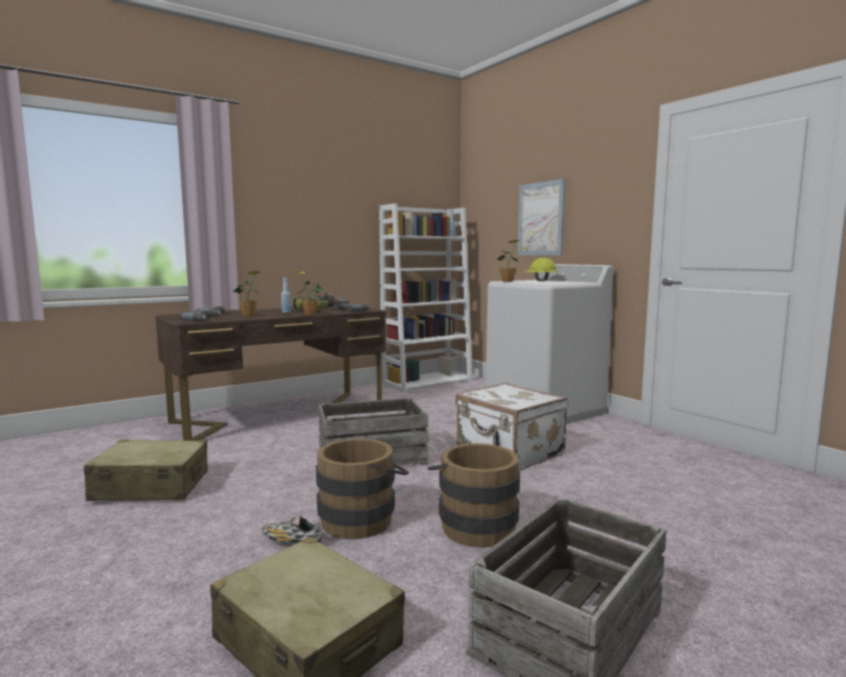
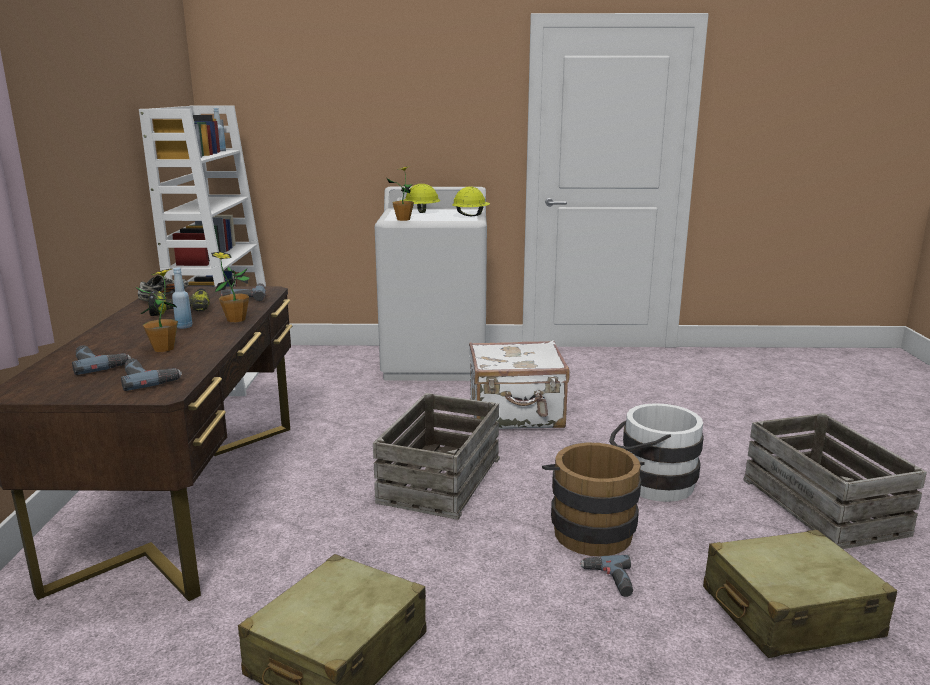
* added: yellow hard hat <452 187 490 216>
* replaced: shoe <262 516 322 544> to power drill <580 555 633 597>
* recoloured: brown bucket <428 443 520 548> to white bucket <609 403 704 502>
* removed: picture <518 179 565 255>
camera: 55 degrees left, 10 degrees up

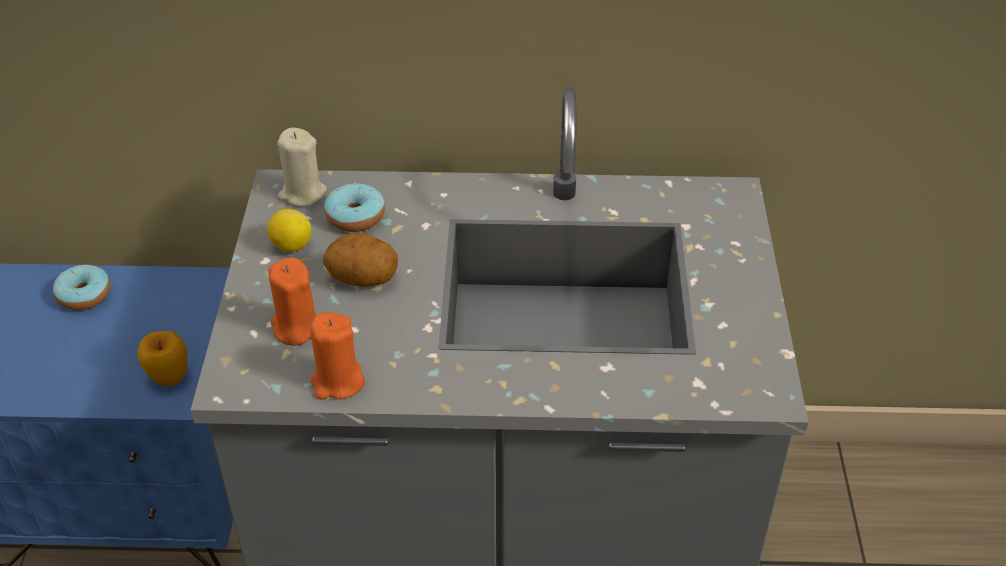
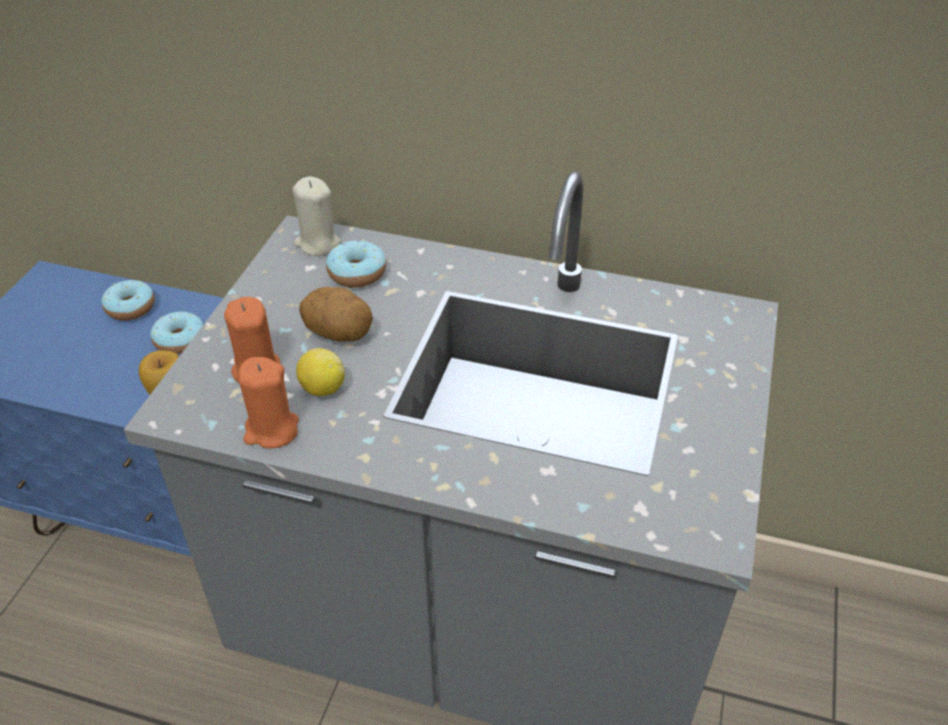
* added: donut <150 312 204 354>
* moved: lemon <267 209 312 252> to <296 348 345 396>
camera: 15 degrees right, 0 degrees up

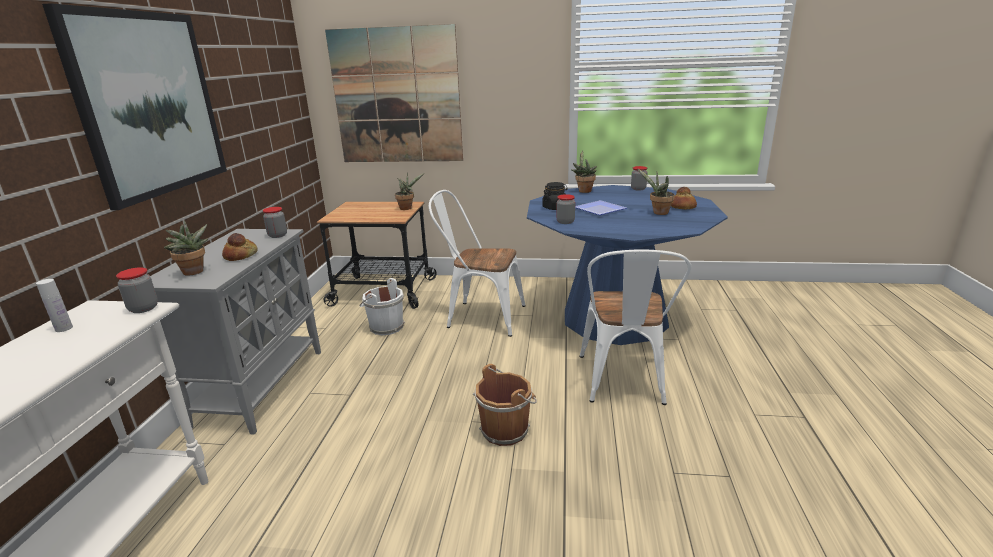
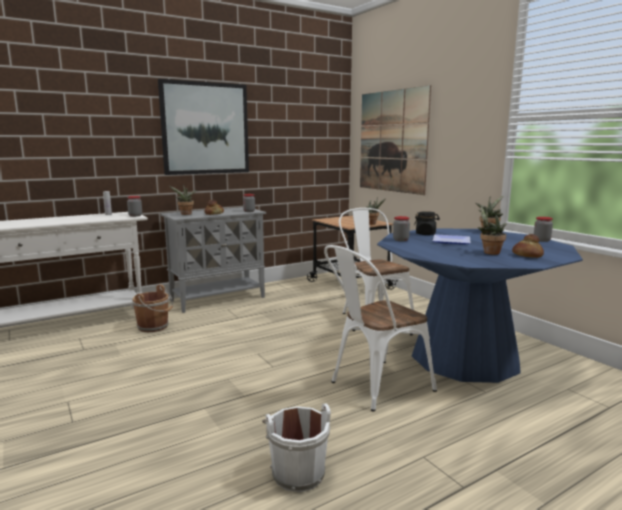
* moved: brown bucket <473 364 537 446> to <132 284 173 332>
* moved: white bucket <359 278 405 335> to <262 403 331 492>
camera: 50 degrees right, 10 degrees down

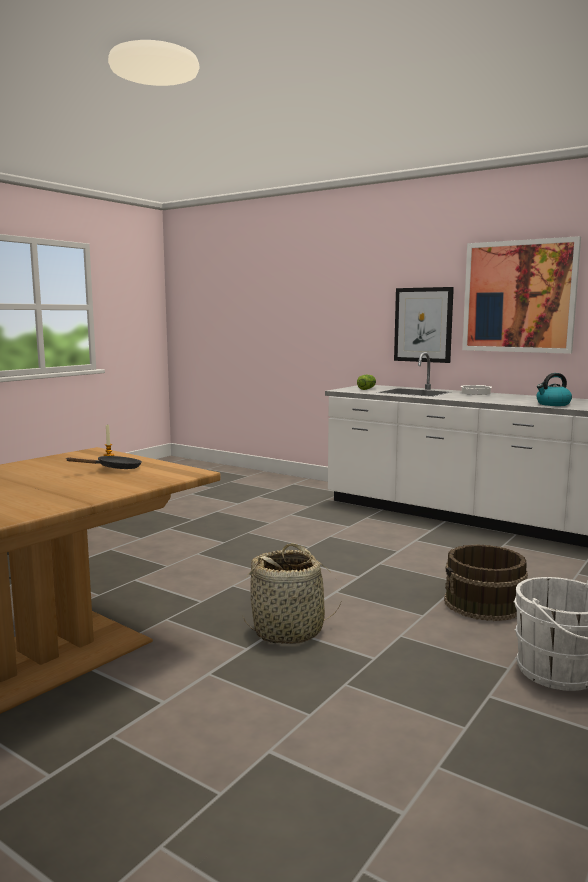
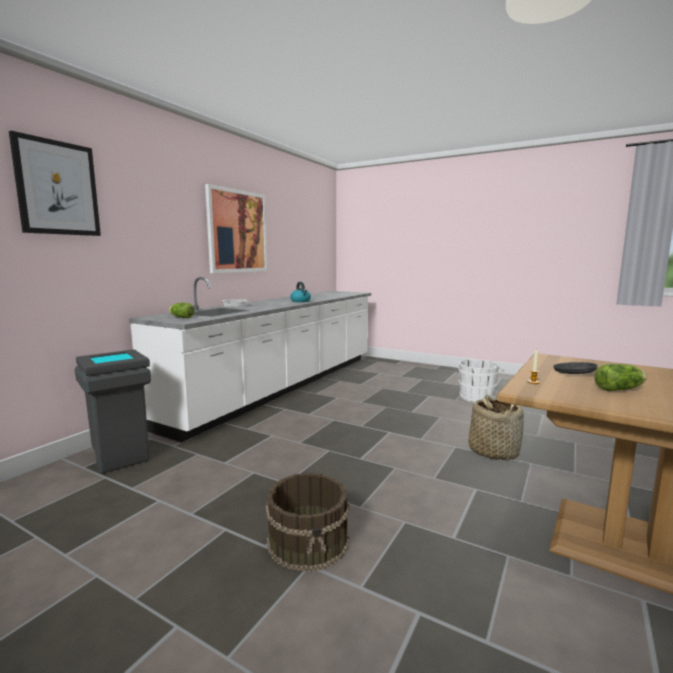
* moved: picture <394 287 454 363> to <9 131 101 236>
* added: grey trash can <75 349 151 474>
* moved: brown bucket <444 544 528 621> to <266 473 349 572>
* added: lettuce <594 364 647 391>
camera: 95 degrees left, 0 degrees up

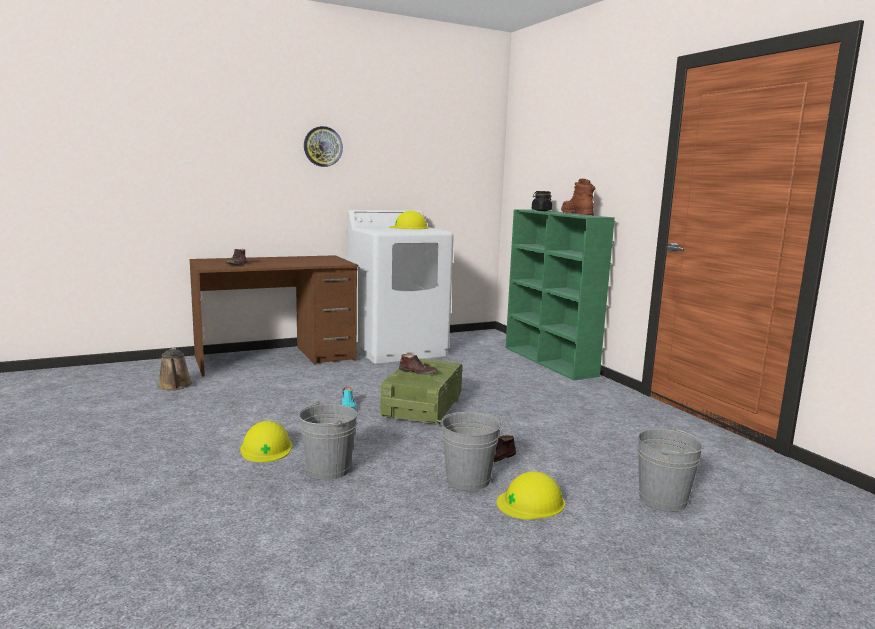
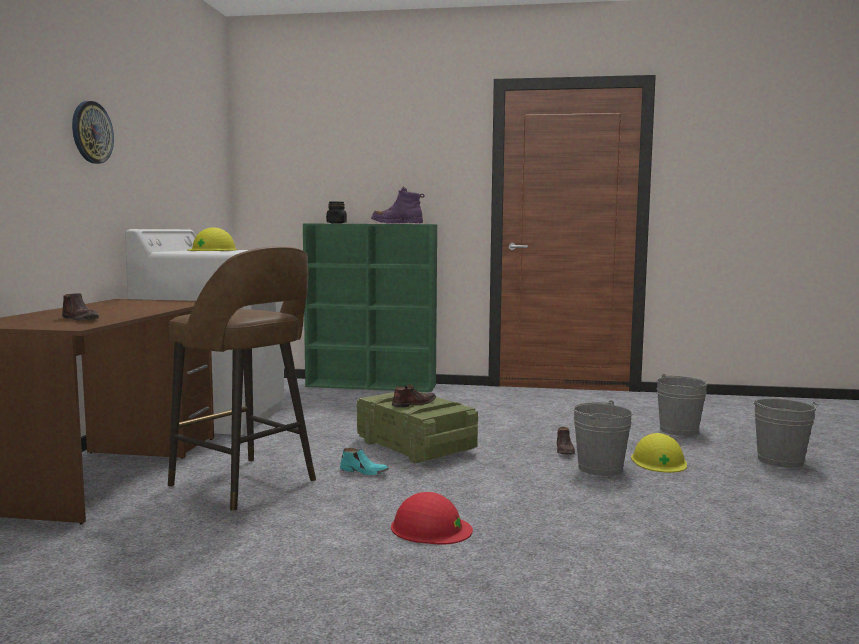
* added: brown stool <168 246 316 511>
* recoloured: brown boot <561 179 595 215> to purple boot <371 187 425 224>
* recoloured: yellow hard hat <240 421 292 462> to red hard hat <391 492 473 545>
* moved: grey bucket <299 401 357 480> to <753 398 819 468>
* removed: brown watering can <158 348 192 390>
camera: 55 degrees left, 5 degrees down

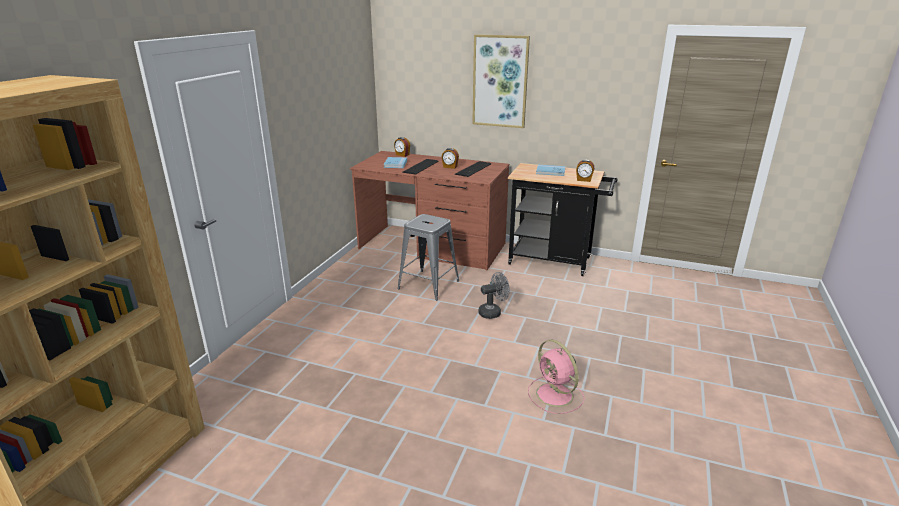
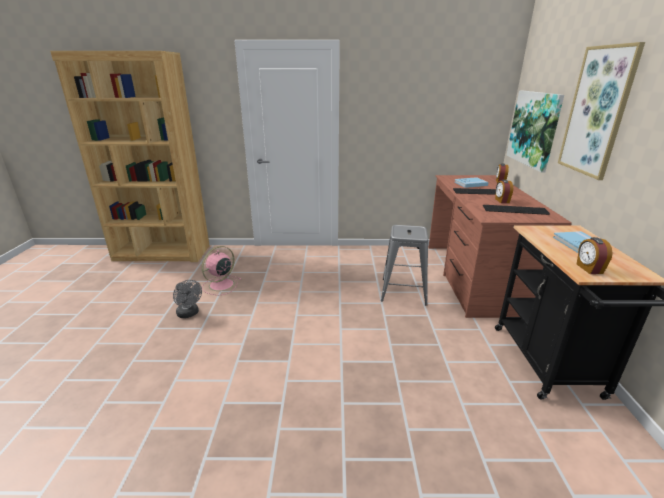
* moved: grey fan <478 272 510 319> to <173 280 202 318>
* moved: pink fan <528 339 585 414> to <202 246 241 295>
* added: picture <507 91 564 173>
camera: 70 degrees right, 0 degrees up

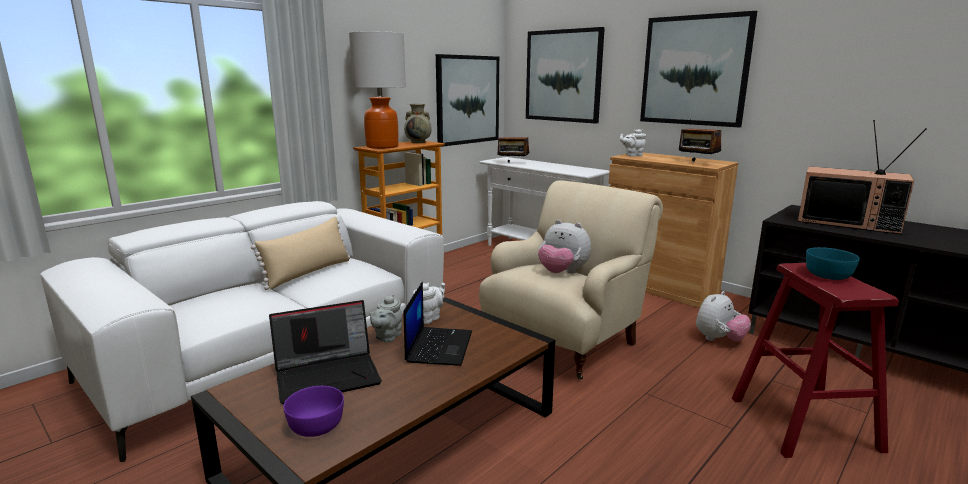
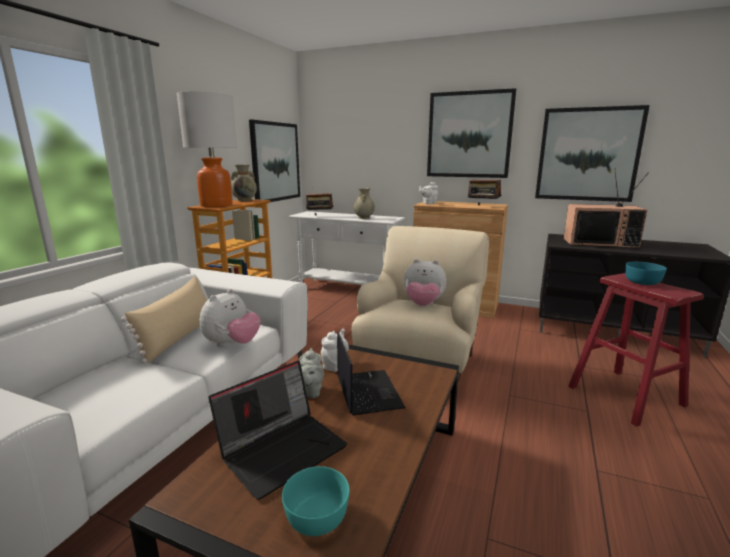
* moved: plush toy <696 291 751 342> to <199 289 261 347>
* recoloured: purple bowl <283 386 344 437> to turquoise bowl <282 466 350 536>
* added: beige vase <354 188 375 219>
* moved: picture <526 27 605 124> to <535 105 650 202>
camera: 20 degrees left, 0 degrees up

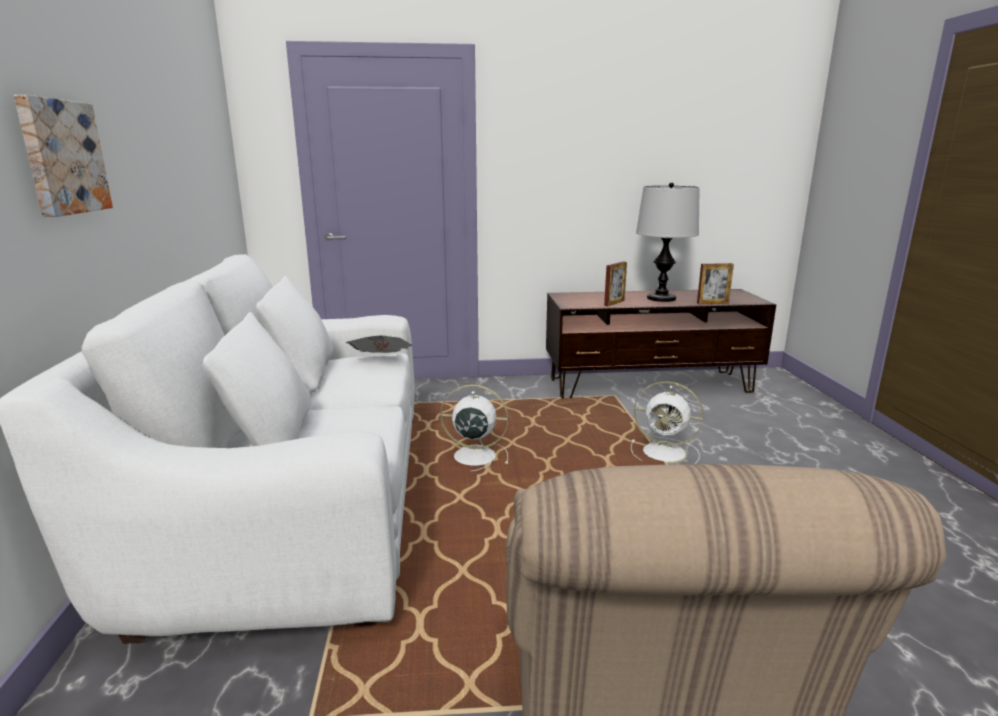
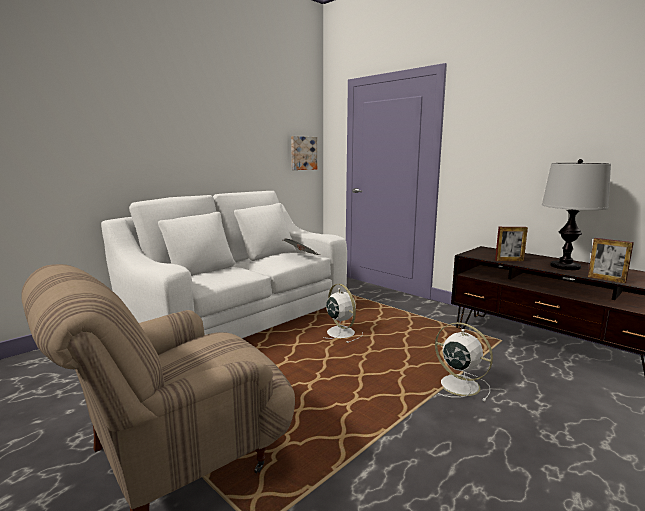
* moved: picture <14 95 113 217> to <291 136 317 170>
* turned: white fan <631 381 704 464> = <435 322 493 401> 150 degrees clockwise
camera: 50 degrees right, 5 degrees down

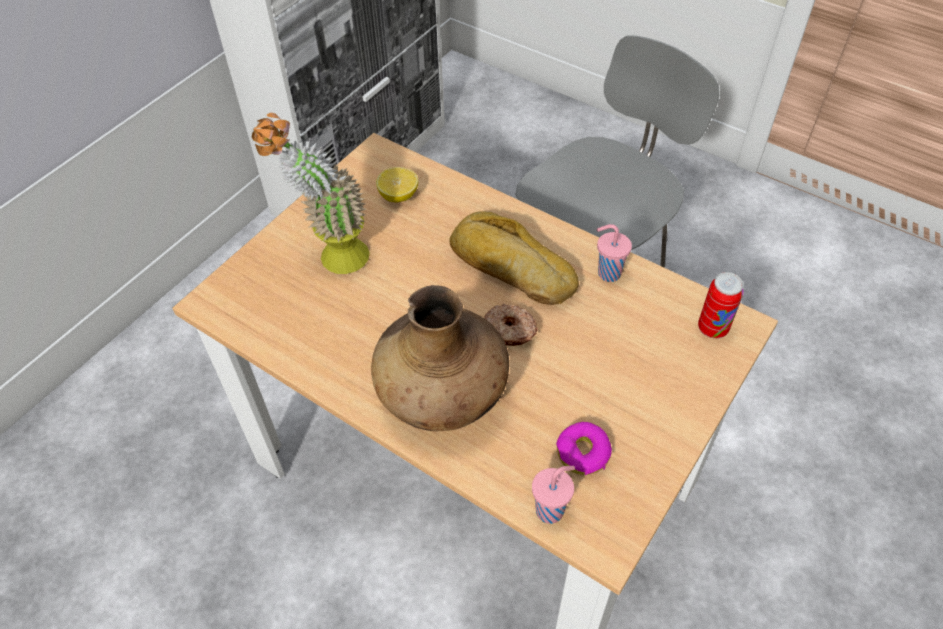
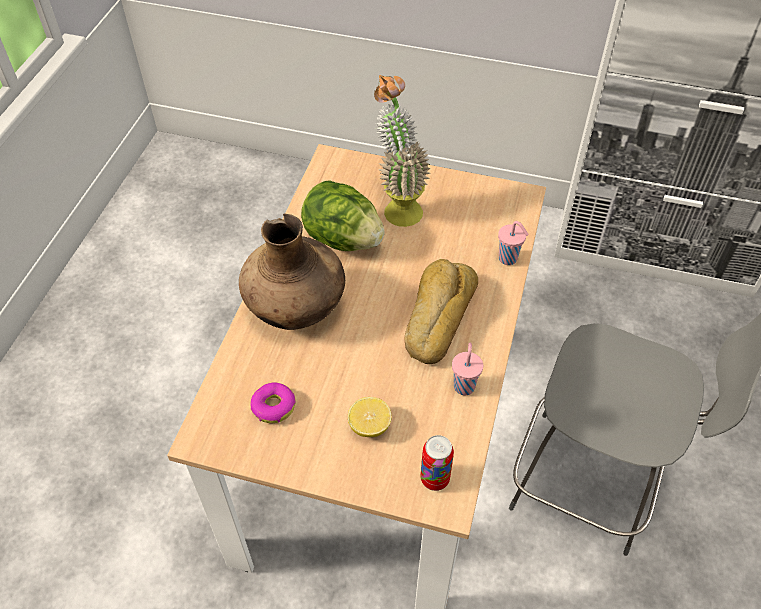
* added: lettuce <301 180 385 251>
* moved: lemon <376 167 418 202> to <348 397 392 437>
* moved: pink cup <532 466 575 524> to <498 221 529 265>
* removed: donut <484 304 538 346>
camera: 70 degrees right, 0 degrees up

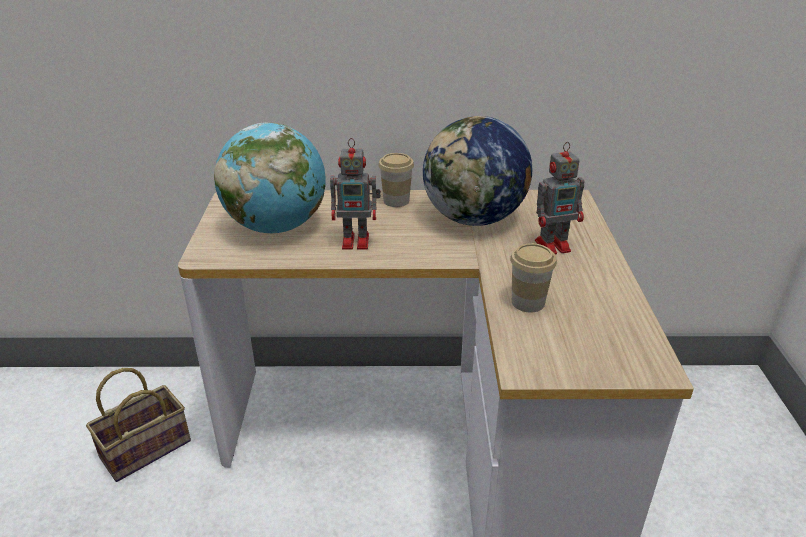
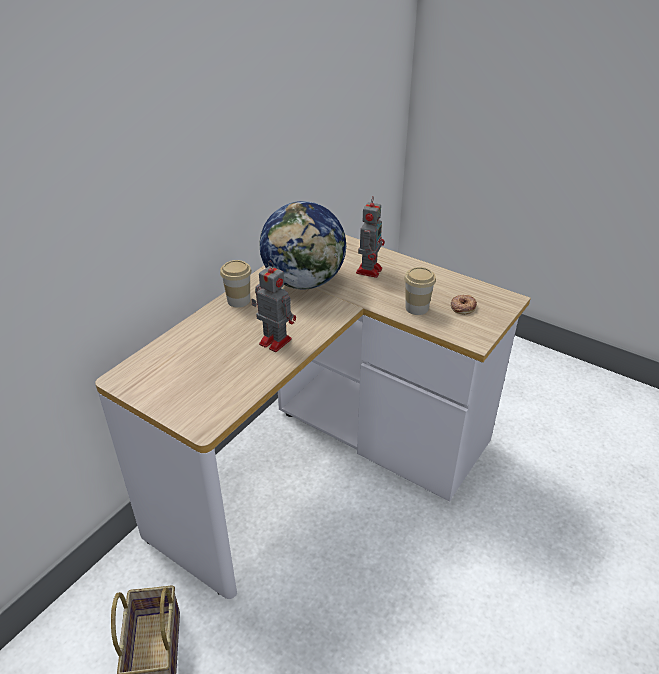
* turned: toy robot <330 138 381 250> = <251 261 296 352> 90 degrees counterclockwise
* added: donut <451 295 477 314>
* removed: globe <214 122 326 233>
camera: 55 degrees left, 5 degrees up

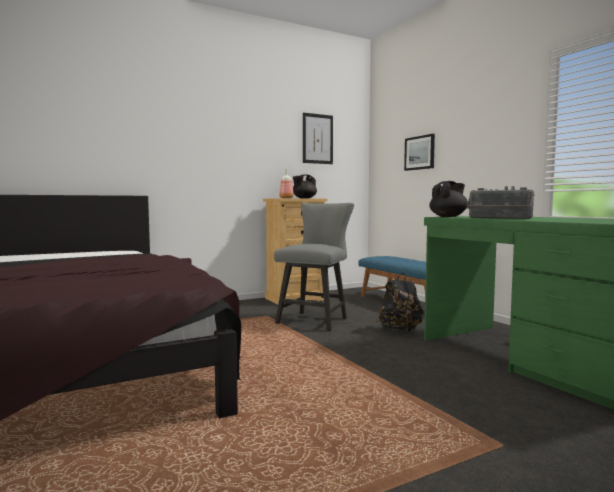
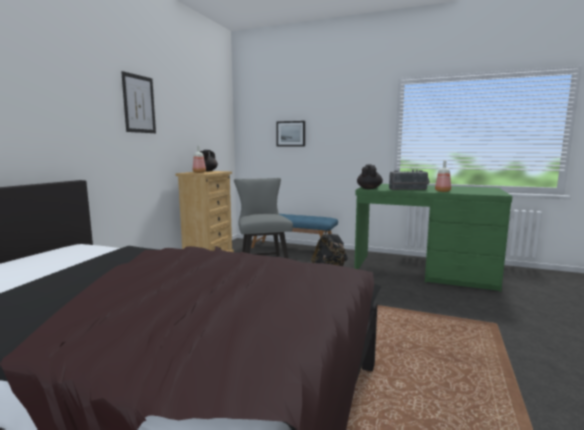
* moved: picture <303 113 333 164> to <121 71 156 133>
* added: bottle <435 160 451 192>
camera: 40 degrees left, 5 degrees up

